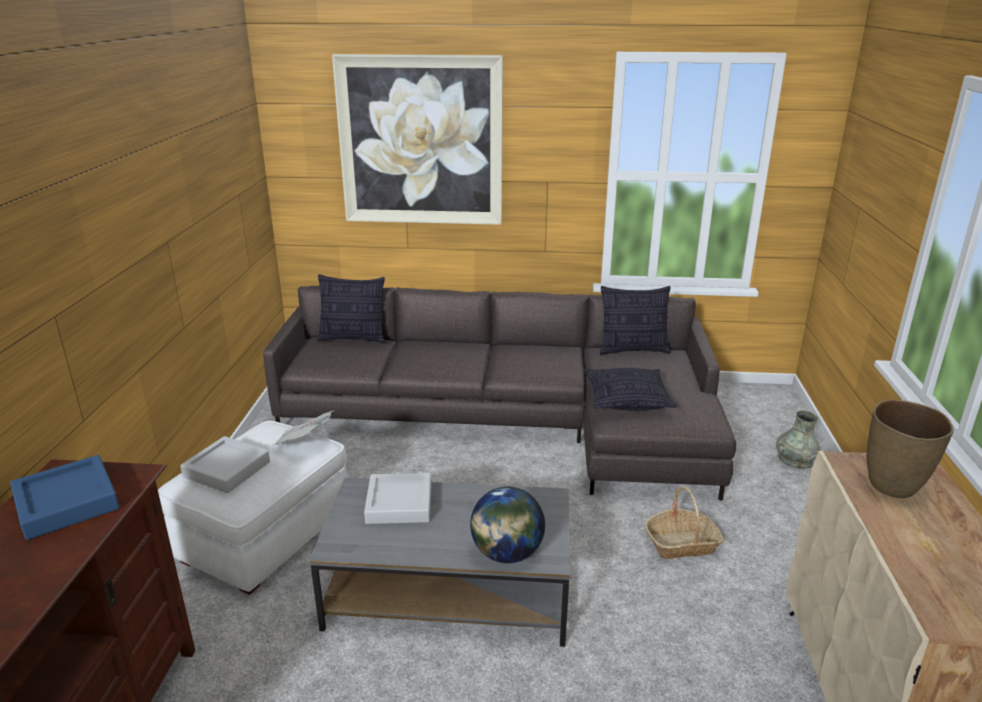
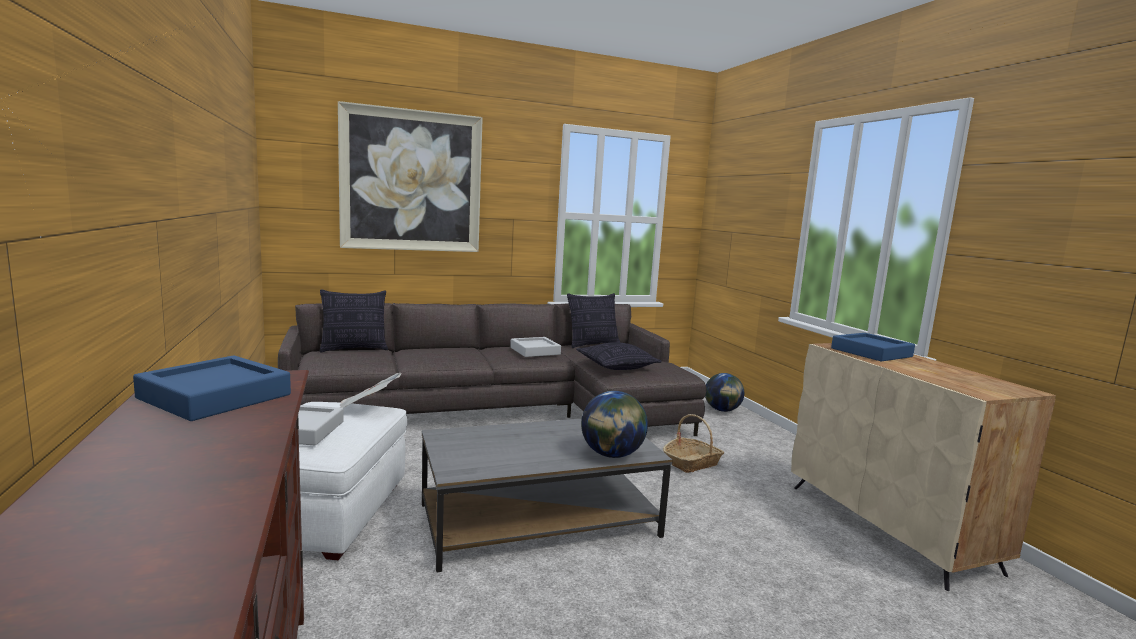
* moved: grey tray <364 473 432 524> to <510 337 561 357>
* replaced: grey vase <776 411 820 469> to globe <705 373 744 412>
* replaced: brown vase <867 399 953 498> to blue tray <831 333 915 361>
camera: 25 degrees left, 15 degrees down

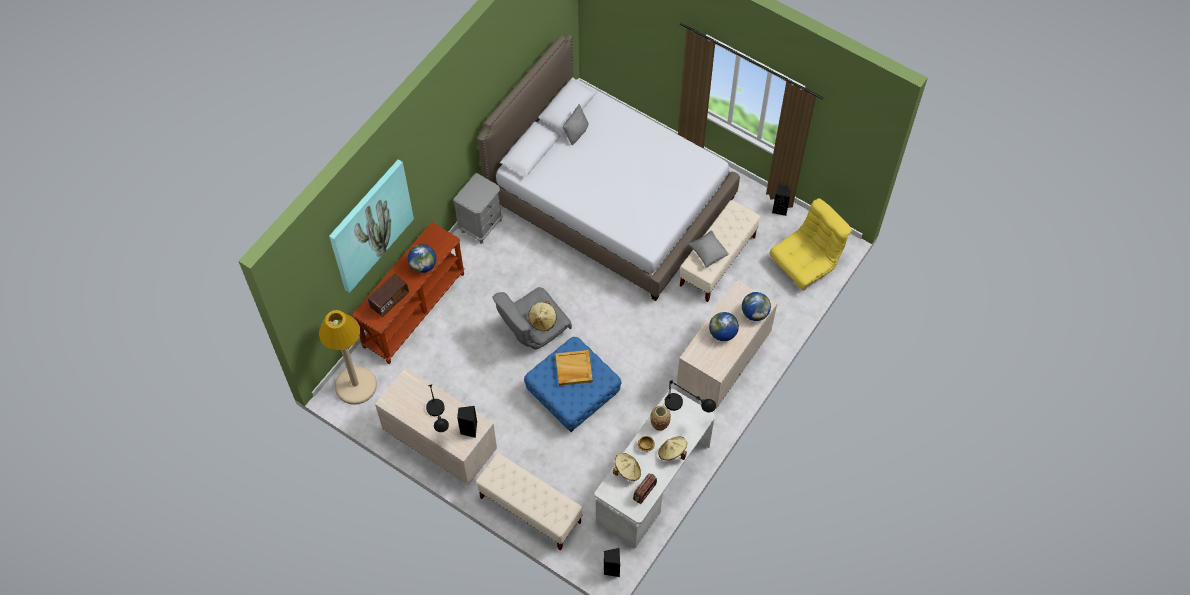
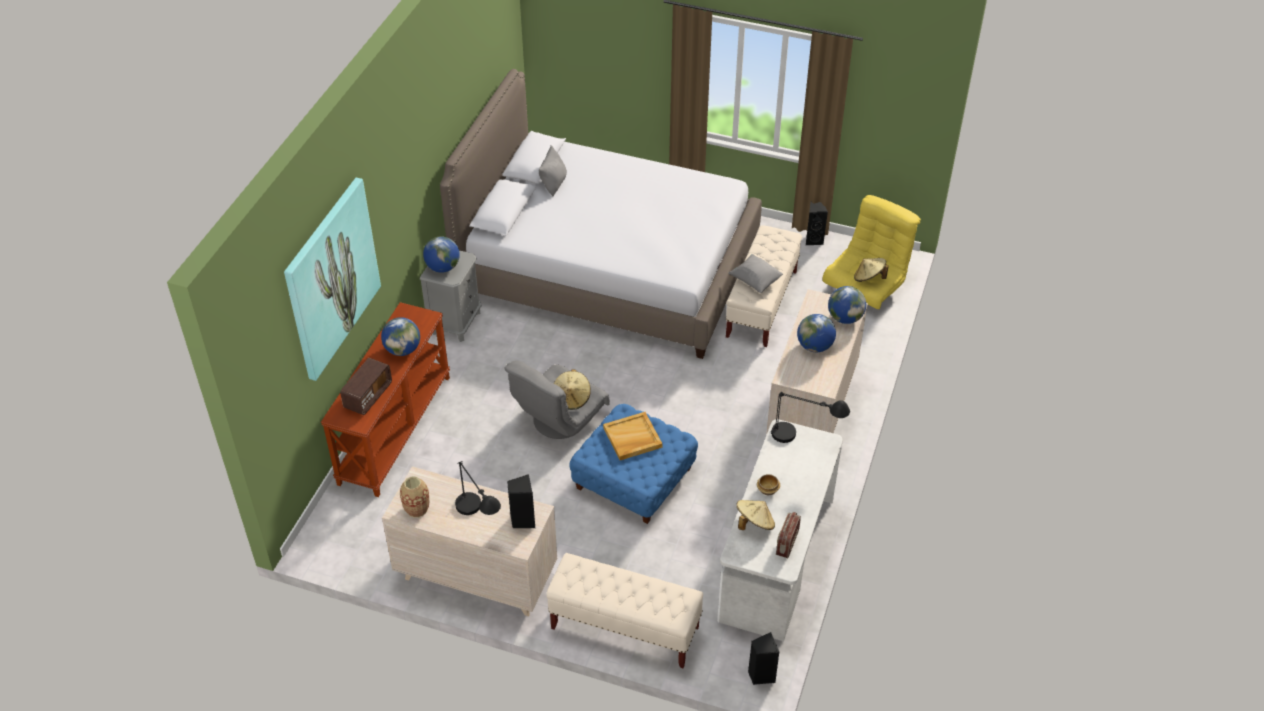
* moved: vase <650 406 671 431> to <400 476 429 518>
* added: globe <423 236 460 273>
* moved: beige hat <658 437 687 460> to <854 258 889 282>
* removed: beige floor lamp <319 310 377 405>
camera: 15 degrees left, 15 degrees down

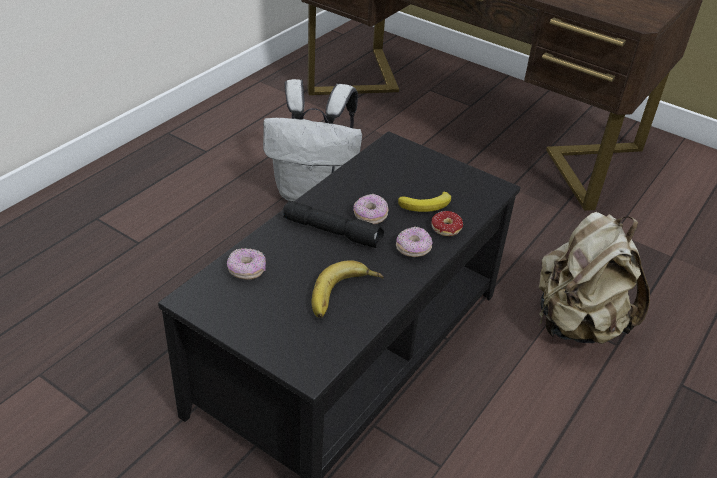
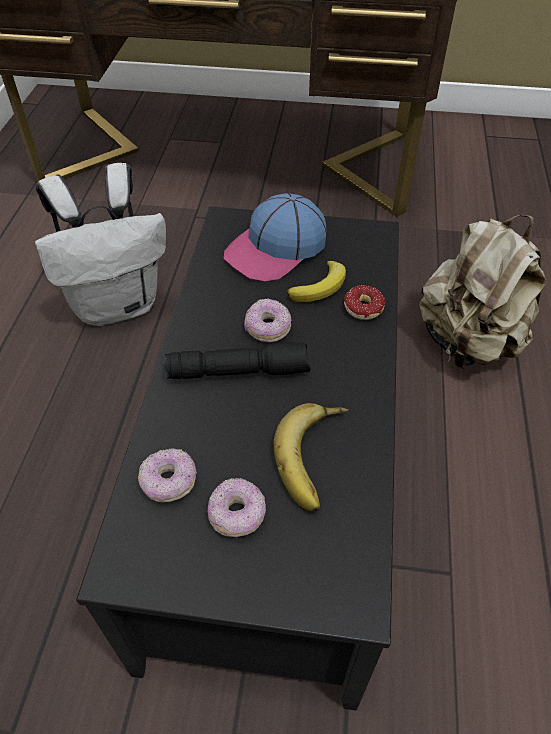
* moved: donut <396 226 433 257> to <208 478 266 537>
* added: cap <224 193 327 282>
camera: 25 degrees left, 10 degrees up

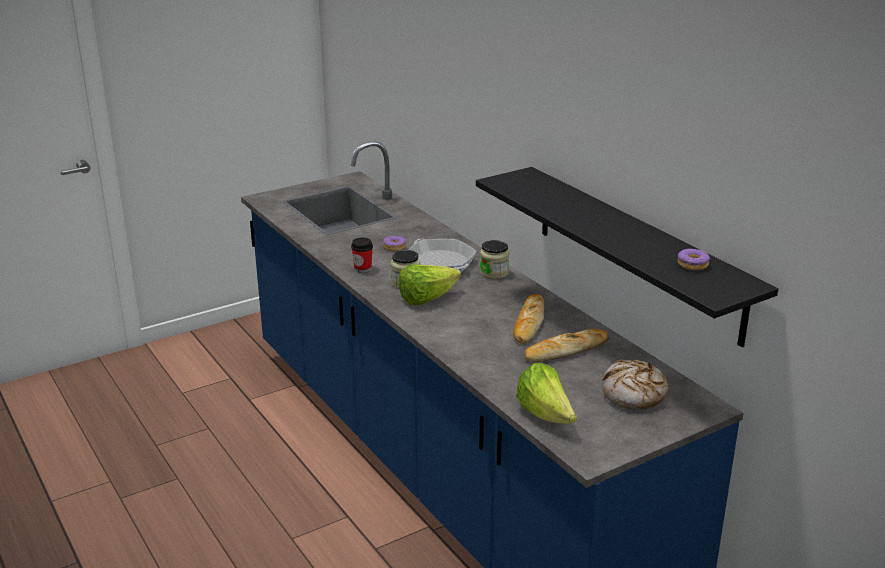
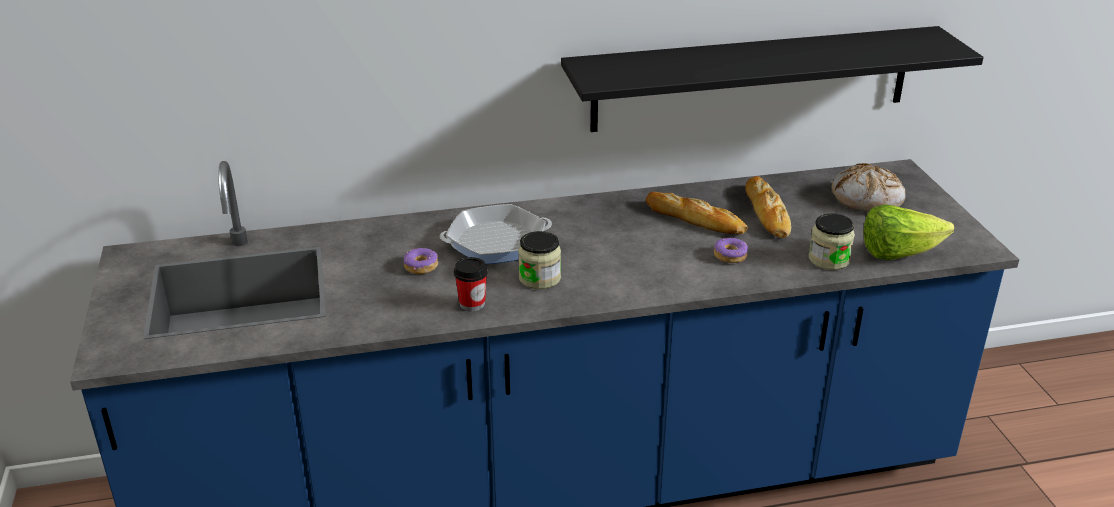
* moved: donut <677 249 711 270> to <714 238 748 263>
* moved: jar <480 240 509 279> to <809 214 855 270>
* removed: lettuce <398 264 461 305>
camera: 70 degrees left, 5 degrees up

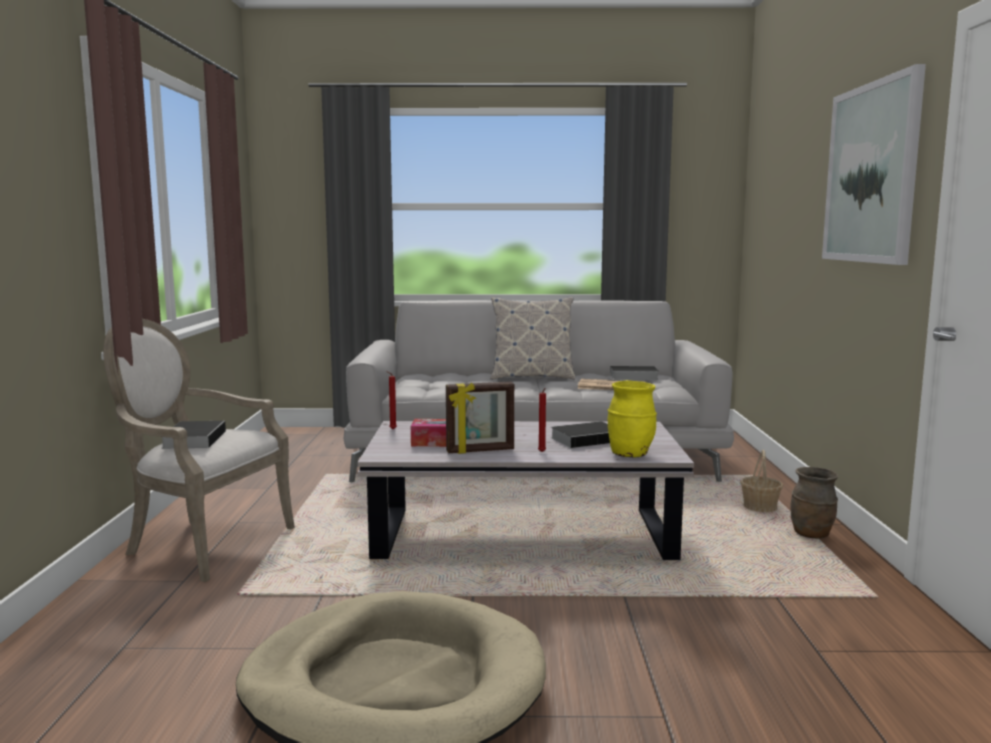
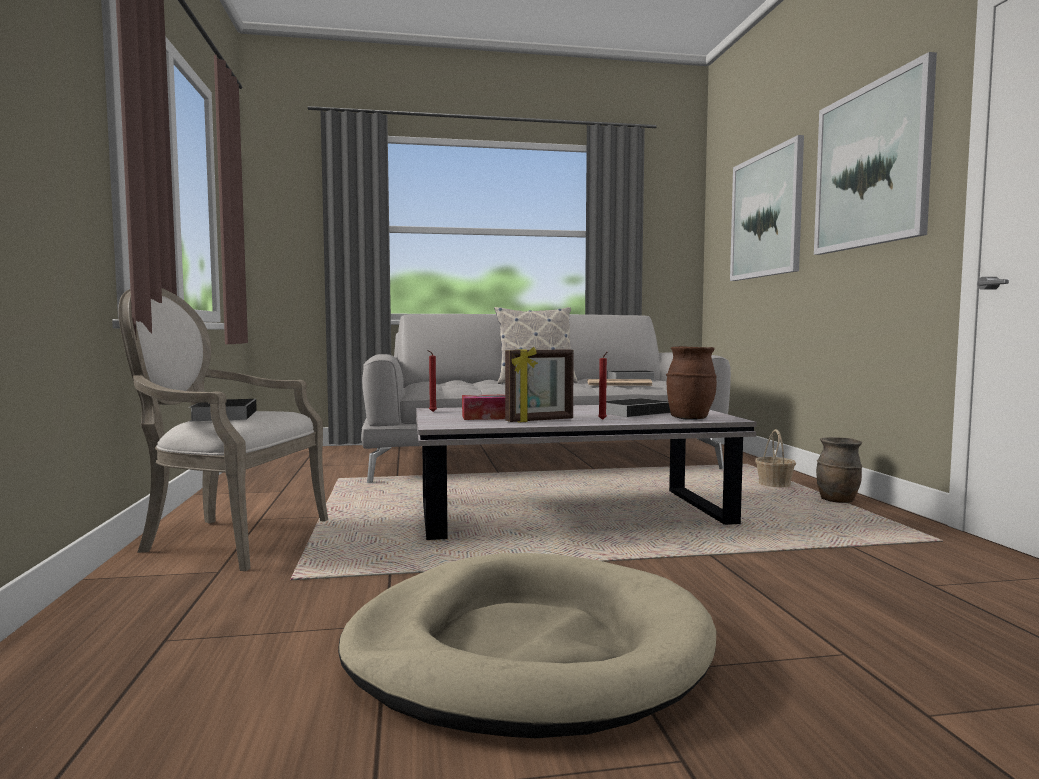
* recoloured: yellow vase <607 380 657 458> to brown vase <666 346 717 420>
* added: picture <730 135 804 281>
camera: 10 degrees left, 5 degrees down

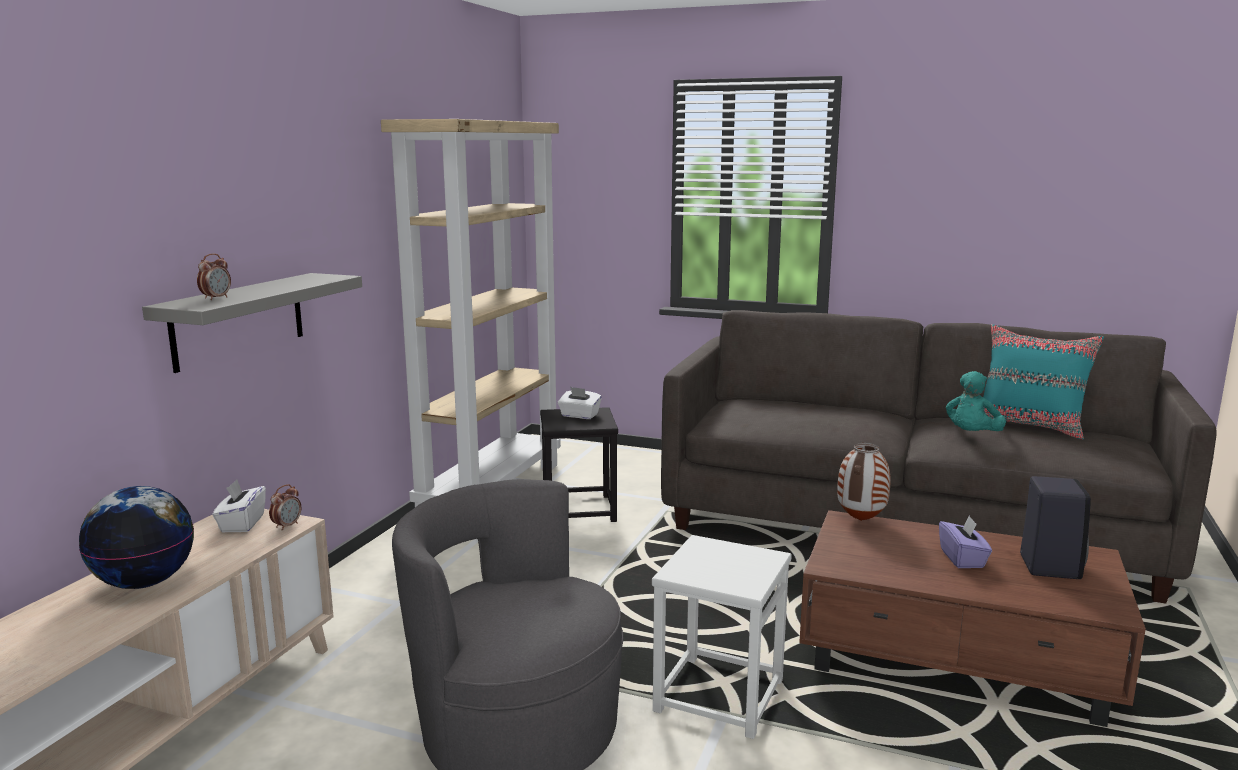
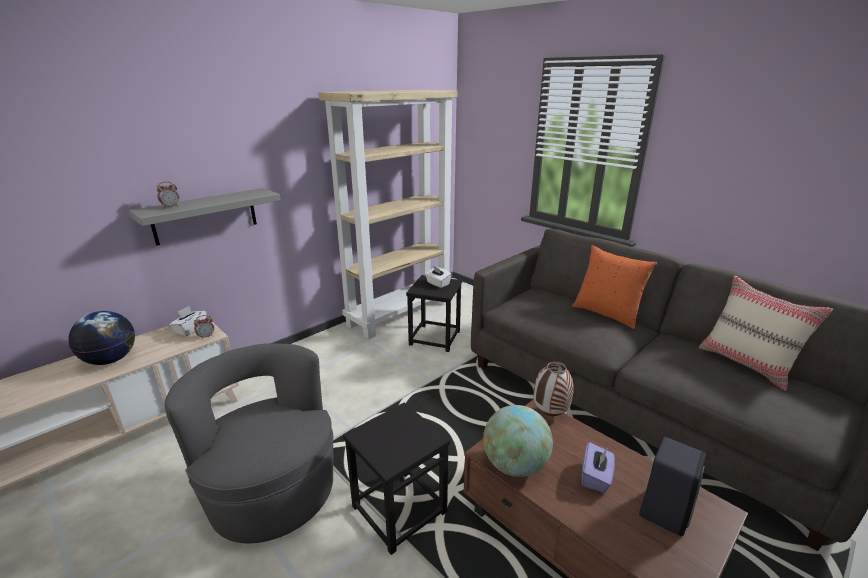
* recoloured: white stool <652 535 792 739> to black stool <343 402 450 555>
* added: globe <483 405 553 477>
* added: orange pillow <572 245 657 329>
* recoloured: turquoise pillow <983 324 1104 439> to beige pillow <699 276 833 391>
* removed: turquoise plush toy <946 371 1006 431>
camera: 25 degrees right, 10 degrees up

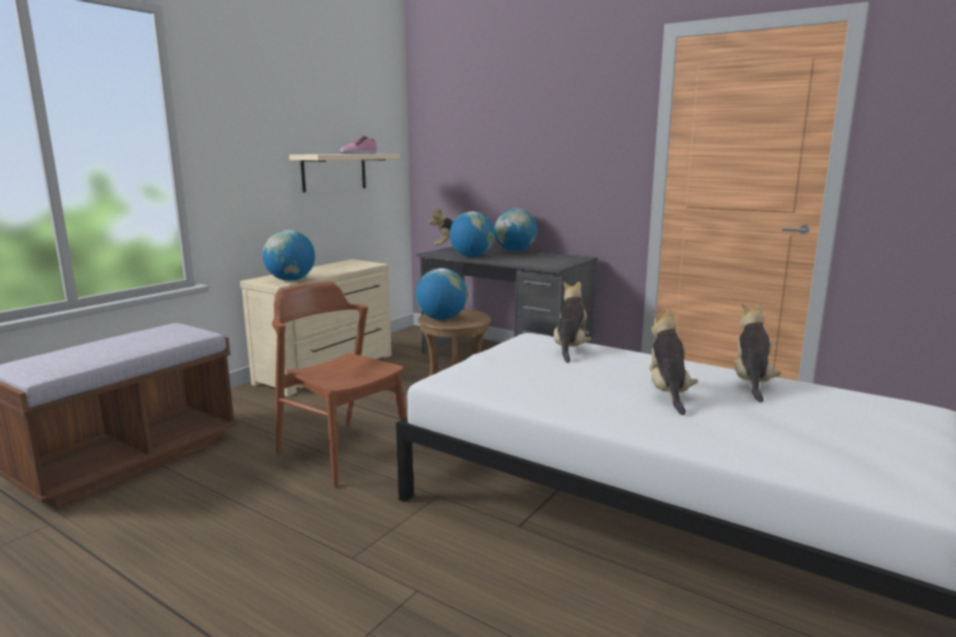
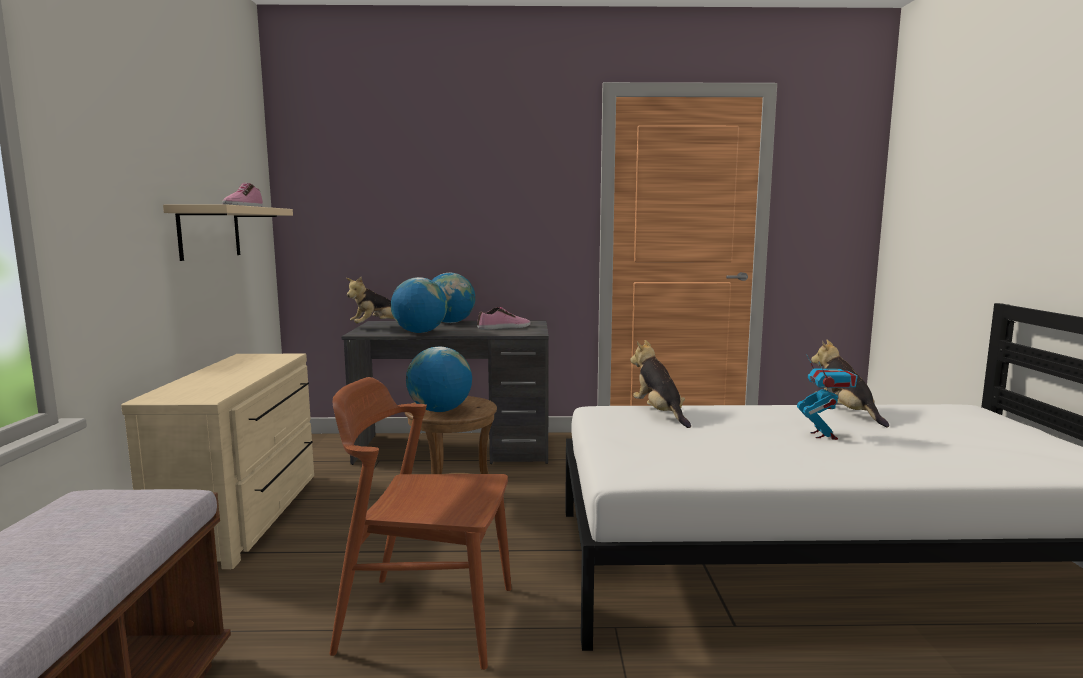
* added: shoe <477 307 531 330>
* replaced: plush toy <649 309 698 415> to toy robot <797 354 858 440>
* removed: globe <263 230 315 281>
camera: 35 degrees left, 5 degrees down

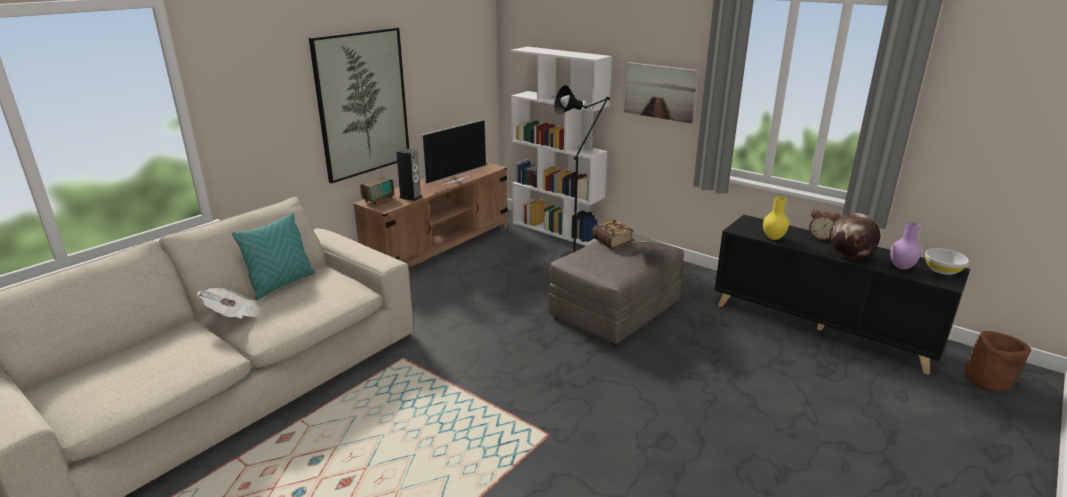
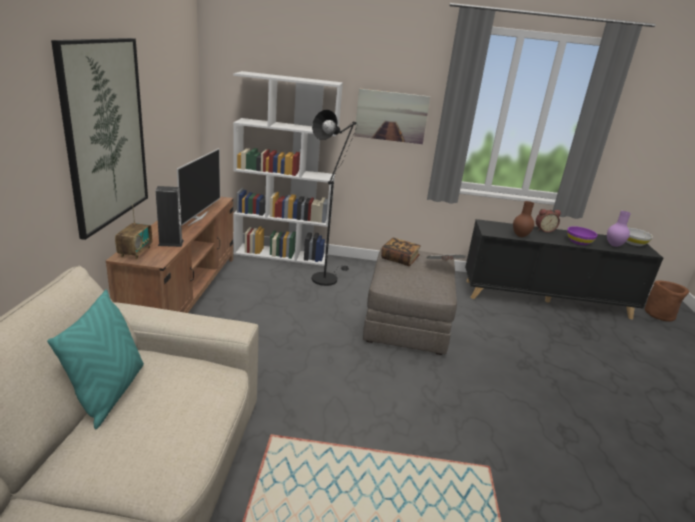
* recoloured: yellow vase <763 196 789 240> to brown vase <513 201 534 237>
* replaced: globe <830 213 880 259> to purple bowl <567 226 597 245>
* removed: newspaper <197 288 262 318>
camera: 35 degrees left, 0 degrees up

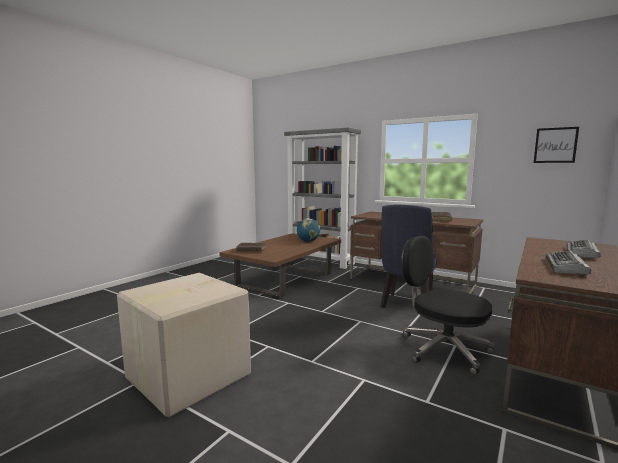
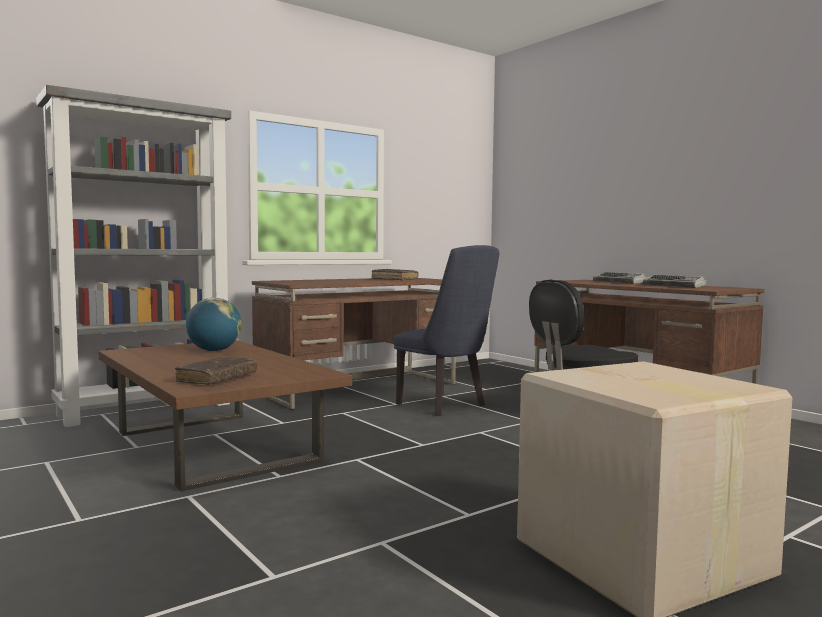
* removed: picture <534 127 579 163>
camera: 70 degrees left, 5 degrees down

